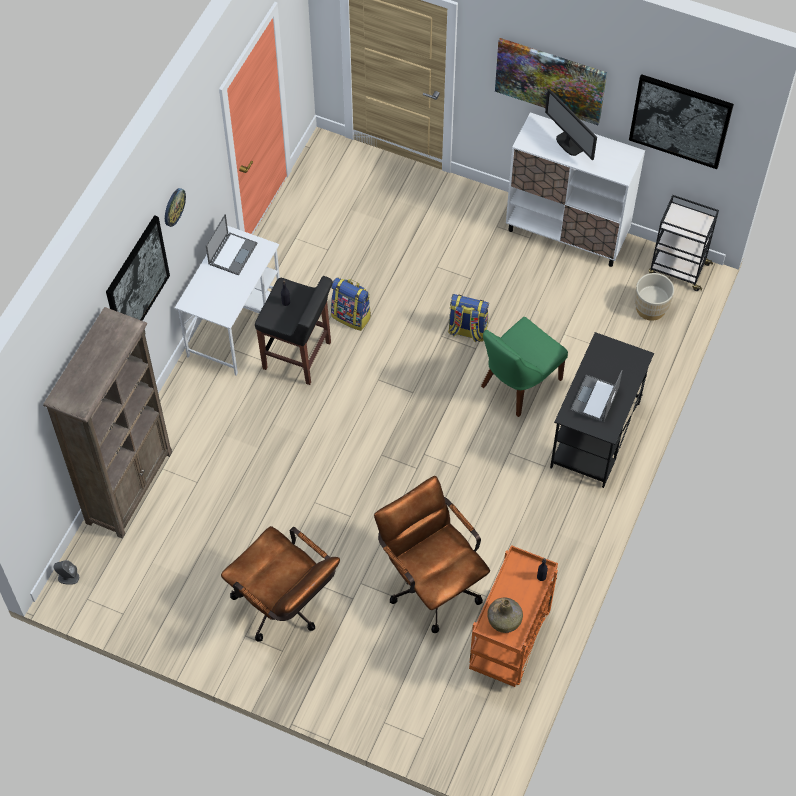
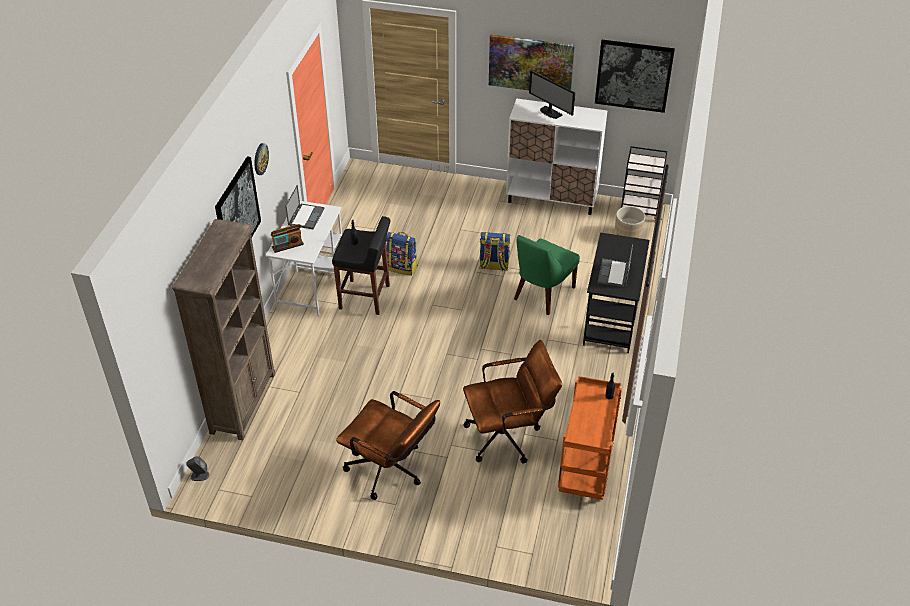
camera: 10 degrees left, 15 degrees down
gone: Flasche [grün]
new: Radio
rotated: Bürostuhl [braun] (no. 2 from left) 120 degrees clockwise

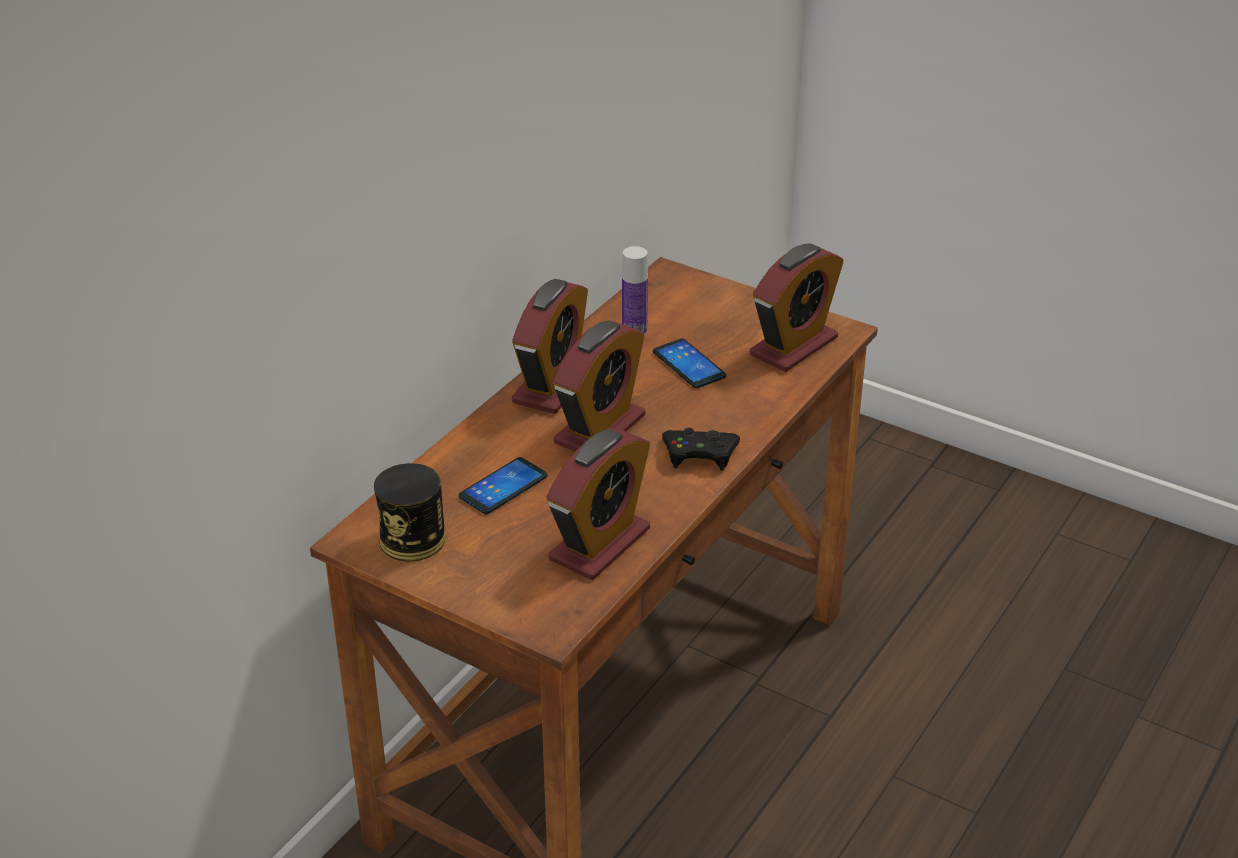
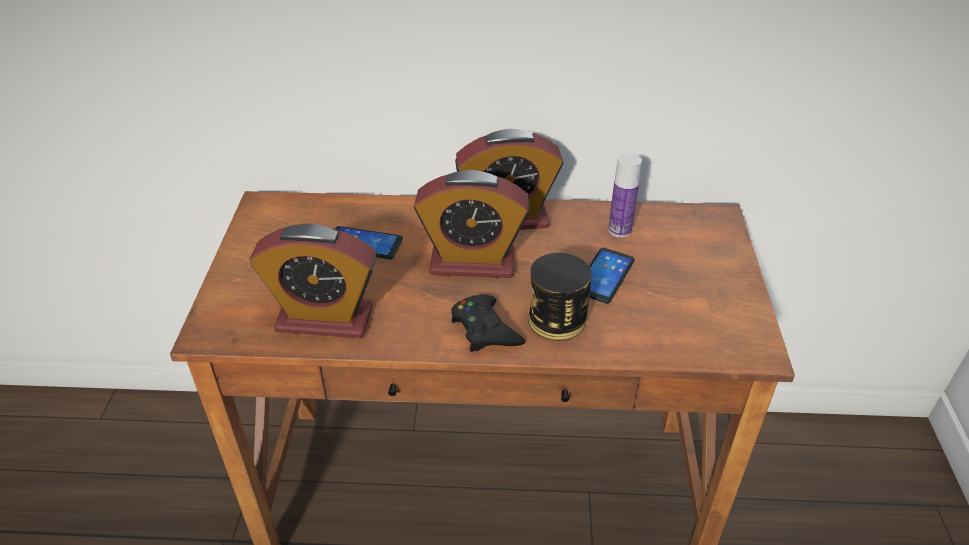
camera: 60 degrees right, 5 degrees up
gone: Wecker (no. 4 from left)
shifted: Dose

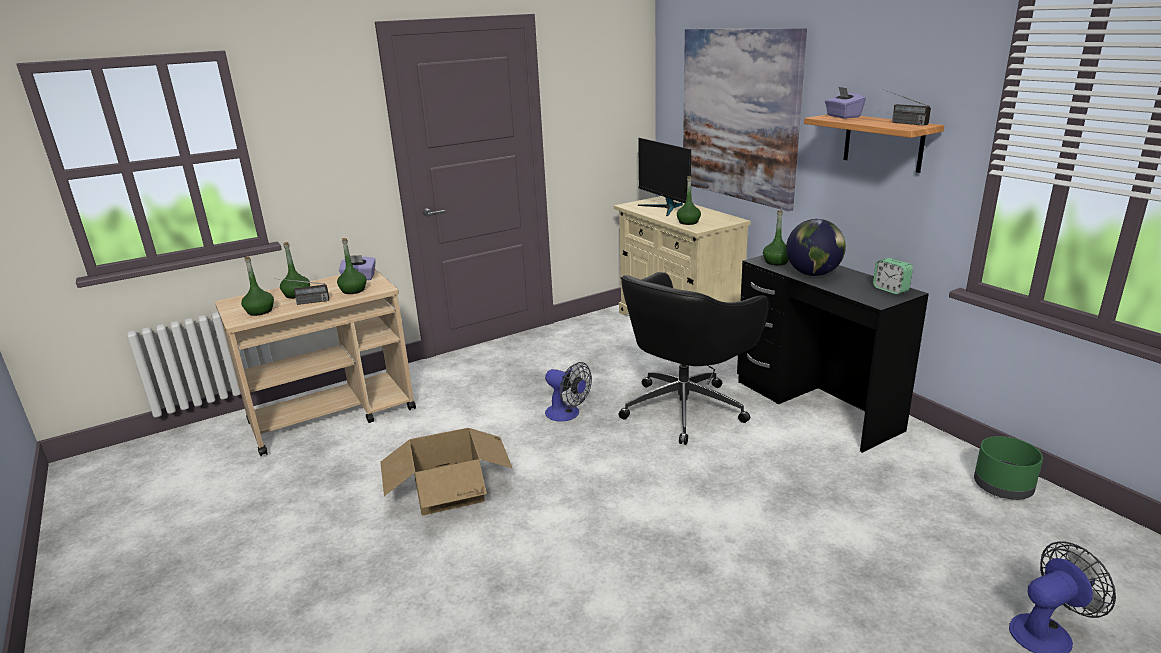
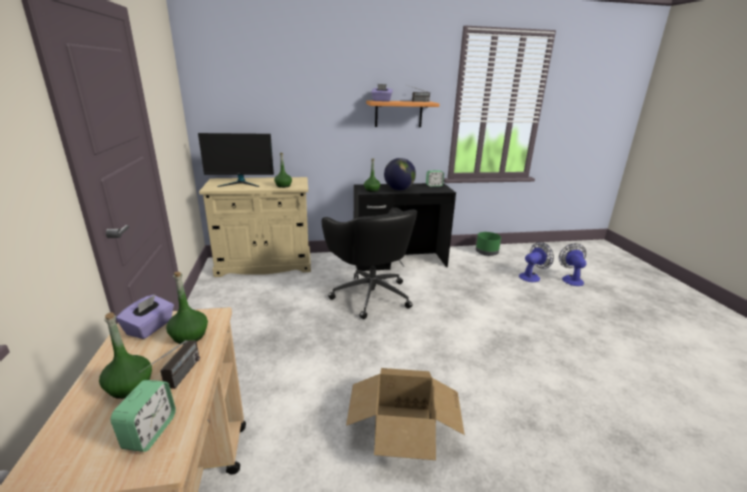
camera: 70 degrees left, 0 degrees up
gone: Bild
shifted: Ventilator (no. 1 from left)
swapped: Flasche [grün] (no. 1 from left) to Wecker (no. 1 from left)

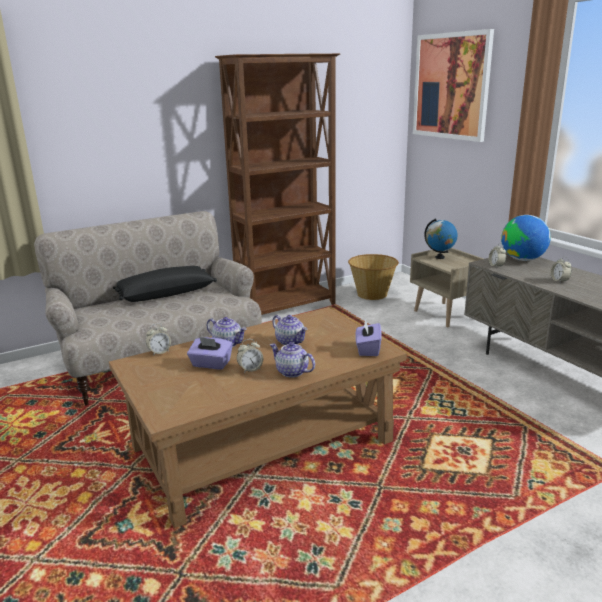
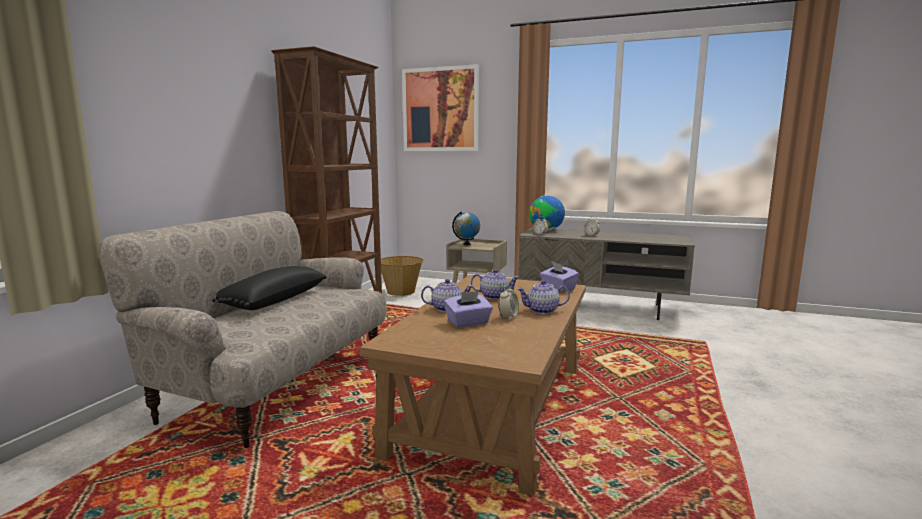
camera: 40 degrees left, 10 degrees down
gone: Wecker (no. 1 from left)

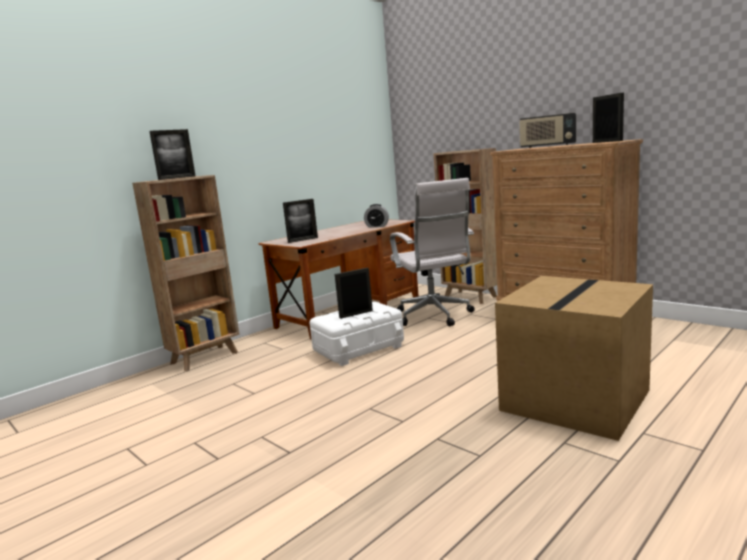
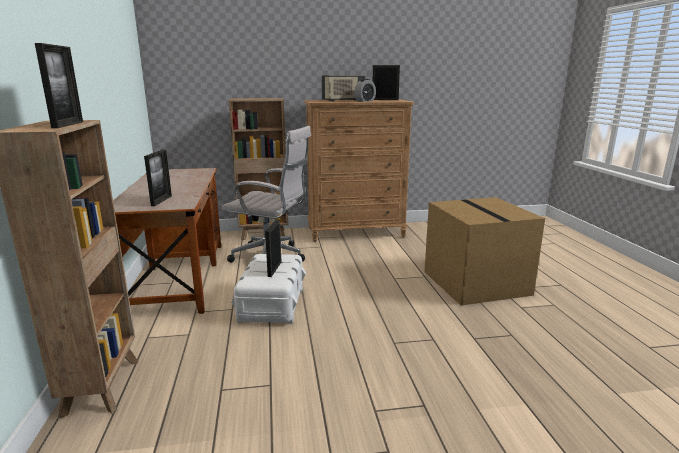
camera: 55 degrees left, 5 degrees up
shifted: Wecker

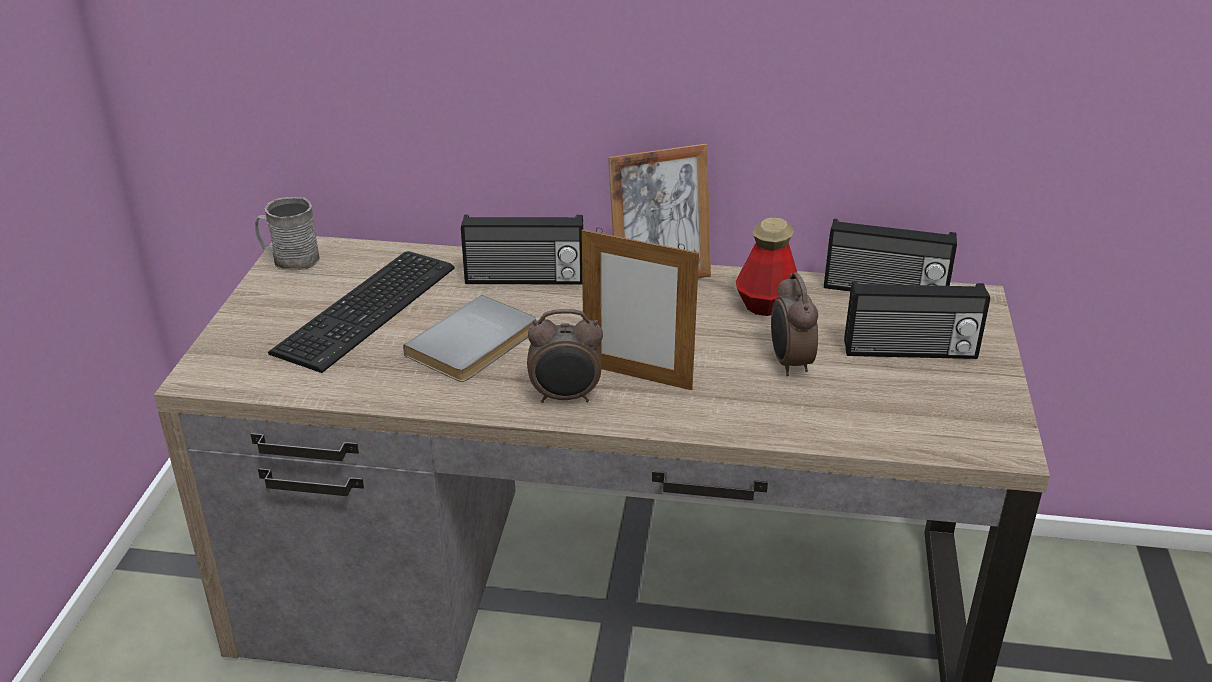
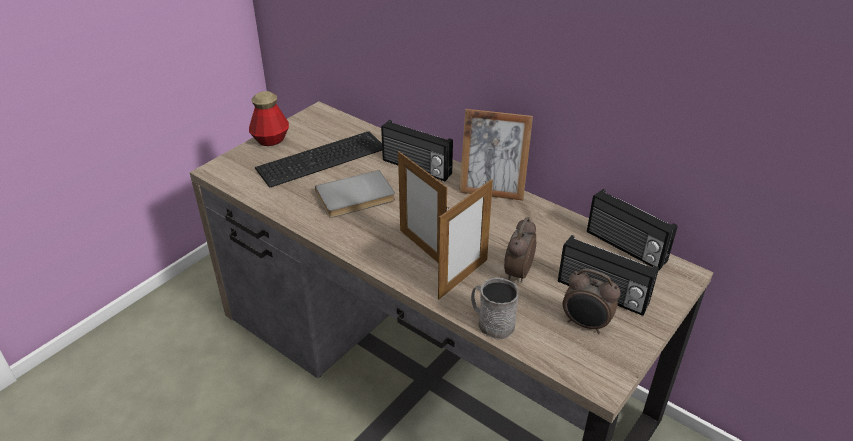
camera: 30 degrees right, 5 degrees up
new: Bilderrahmen (no. 2 from left)
shifted: Flasche; Henkelbecher [grau]; Wecker (no. 1 from left in the first image) to Wecker (no. 2 from left)

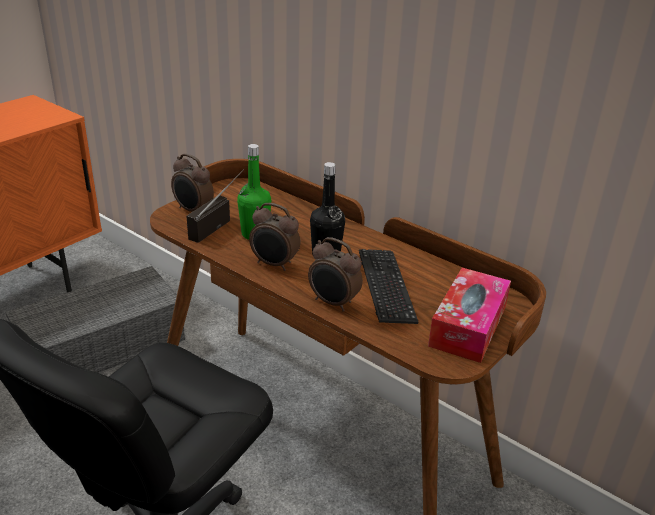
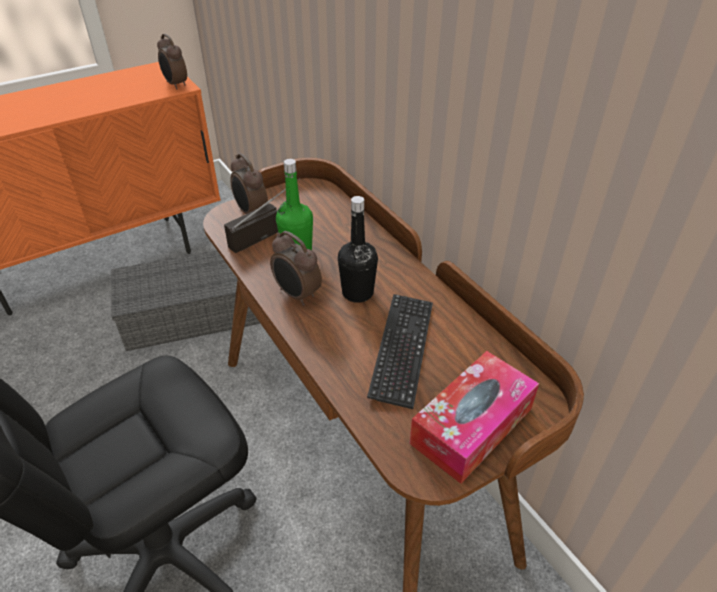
camera: 20 degrees right, 10 degrees up
shifted: Wecker (no. 3 from left in the first image) to Wecker (no. 1 from left)

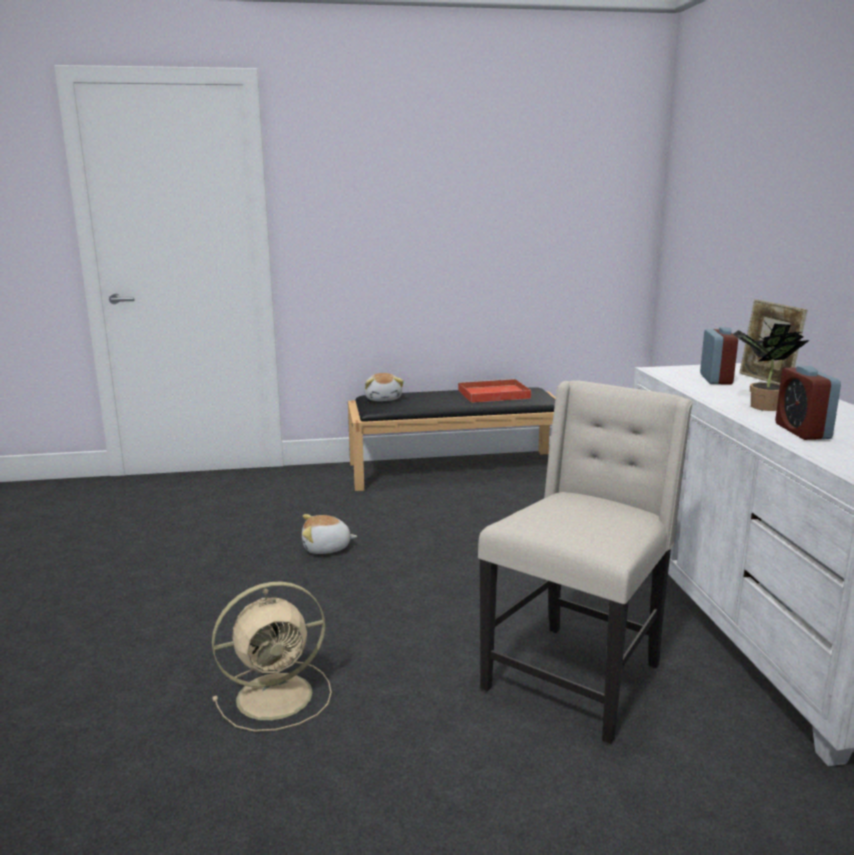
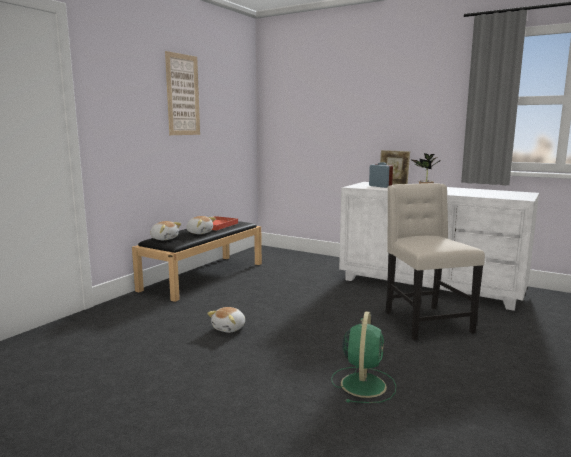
camera: 50 degrees left, 5 degrees down
gone: Wecker (no. 2 from left)
new: Bild; Plüschtier (no. 2 from left)
repainted: Ventilator [beige] to Ventilator [grün]

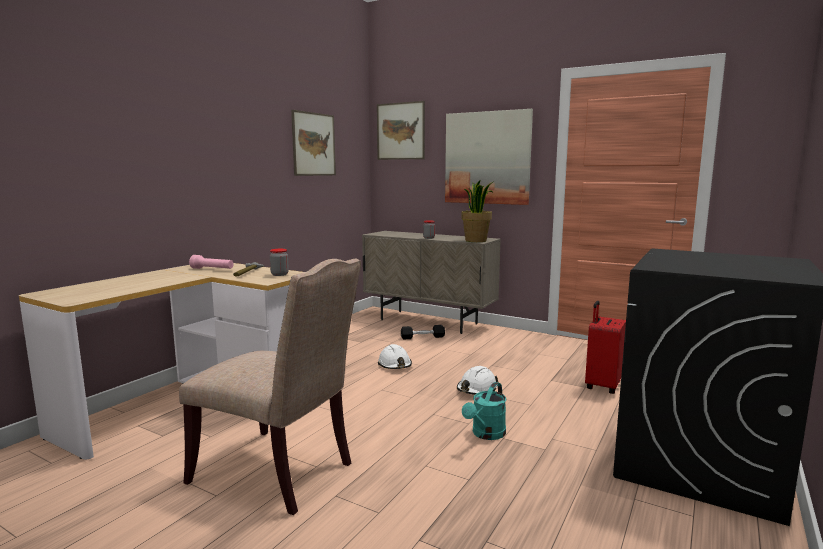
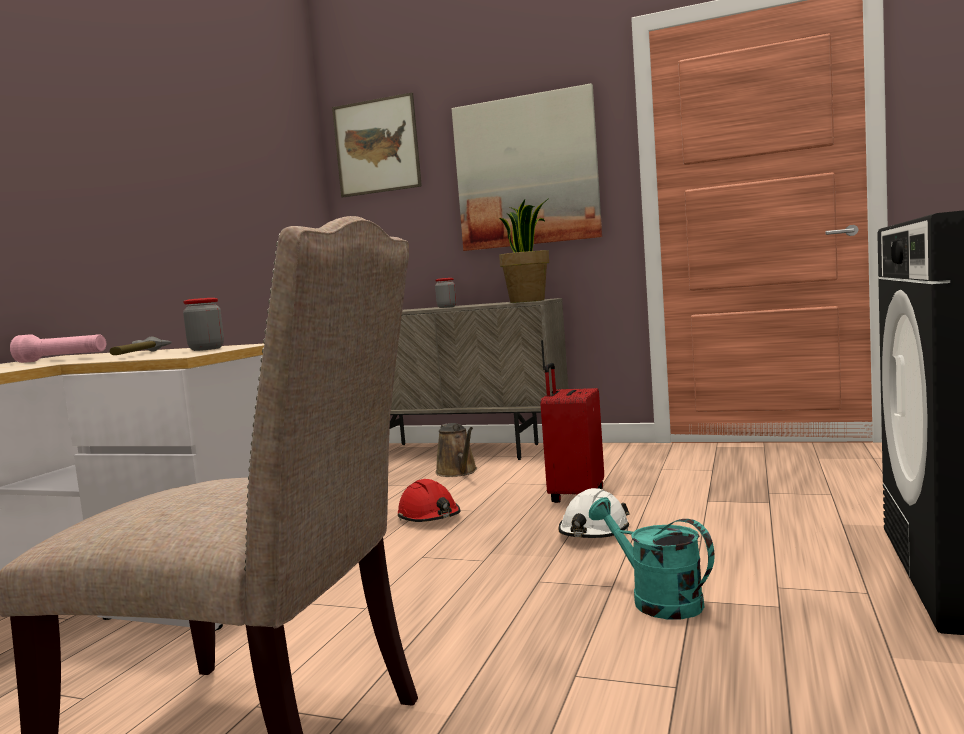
camera: 10 degrees left, 5 degrees down
gone: Bild (no. 1 from left)
shifted: Koffer [rot]
swapped: Hantel [schwarz] to Gießkanne [braun]
repainted: Schutzhelm [weiß] (no. 1 from left) to Schutzhelm [rot]
rotated: Gießkanne [türkis] 120 degrees clockwise

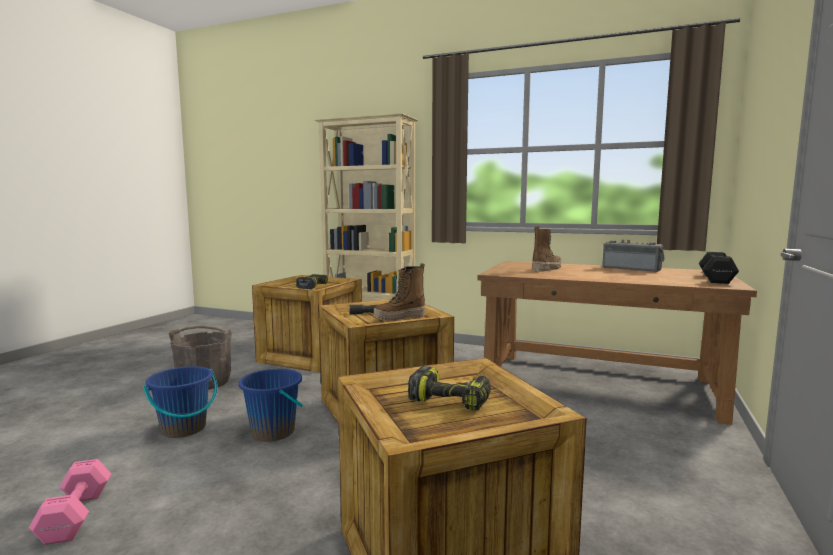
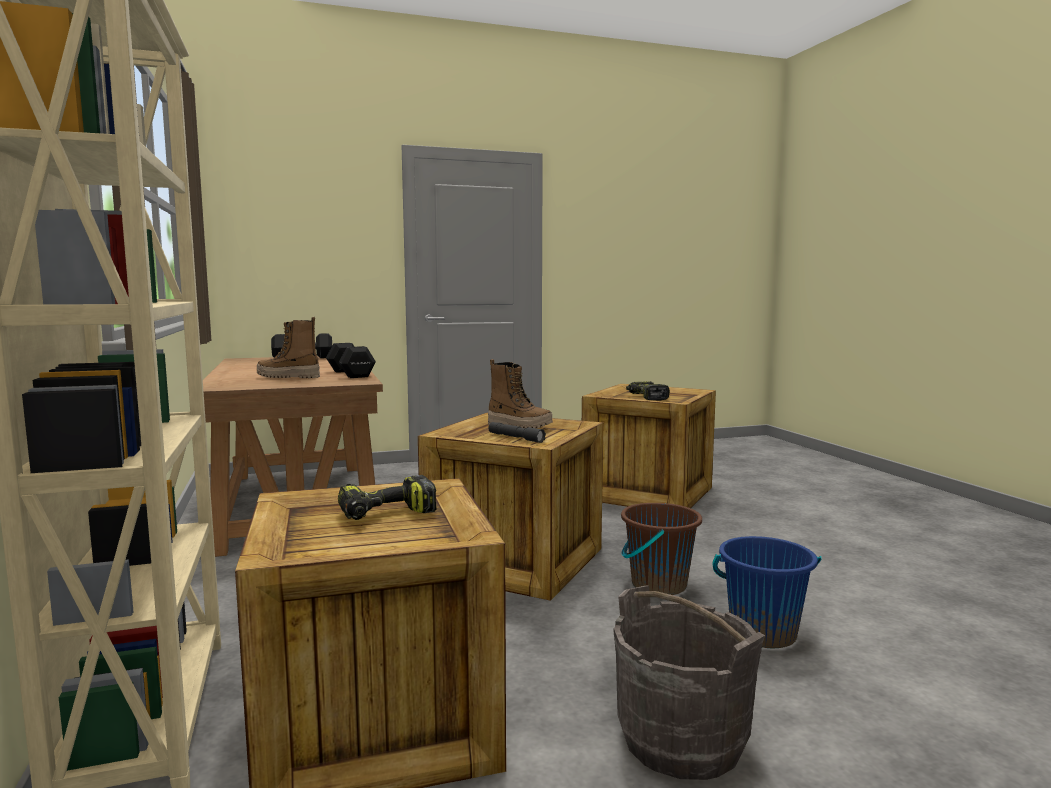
camera: 130 degrees left, 0 degrees up
gone: Hantel [rosa]; Radio
new: Hantel [schwarz] (no. 2 from left)
repainted: Eimer [blau] (no. 2 from left) to Eimer [braun]

